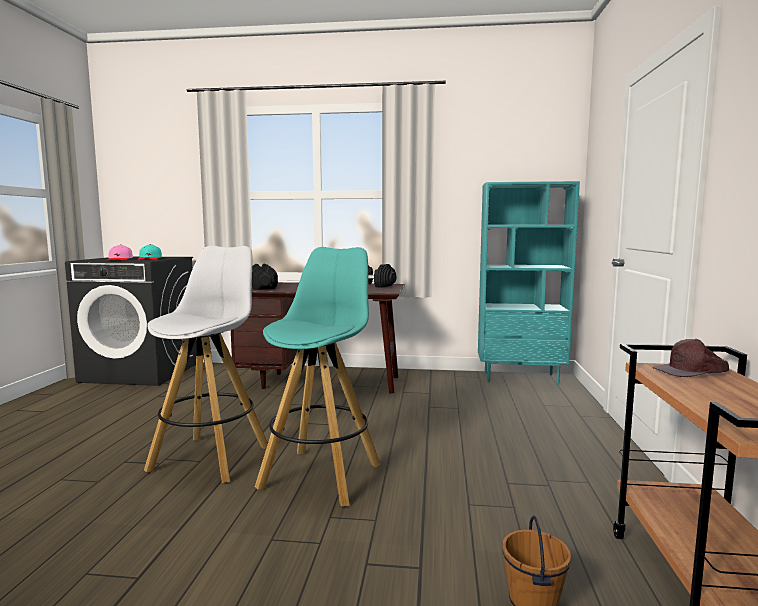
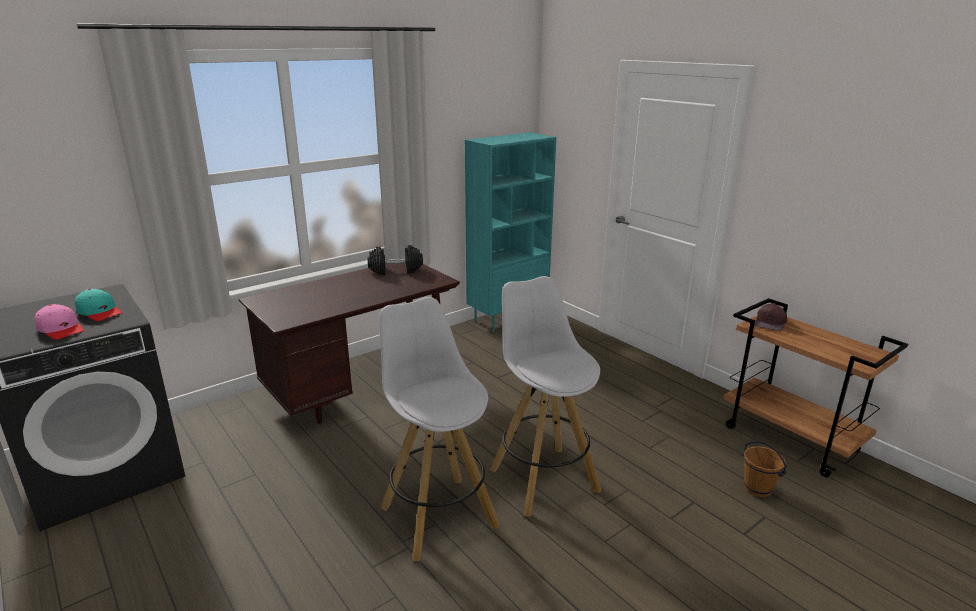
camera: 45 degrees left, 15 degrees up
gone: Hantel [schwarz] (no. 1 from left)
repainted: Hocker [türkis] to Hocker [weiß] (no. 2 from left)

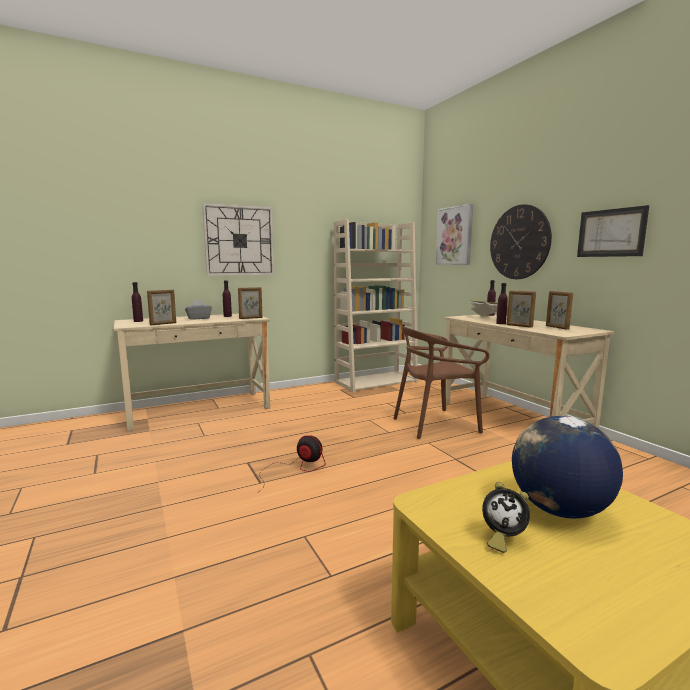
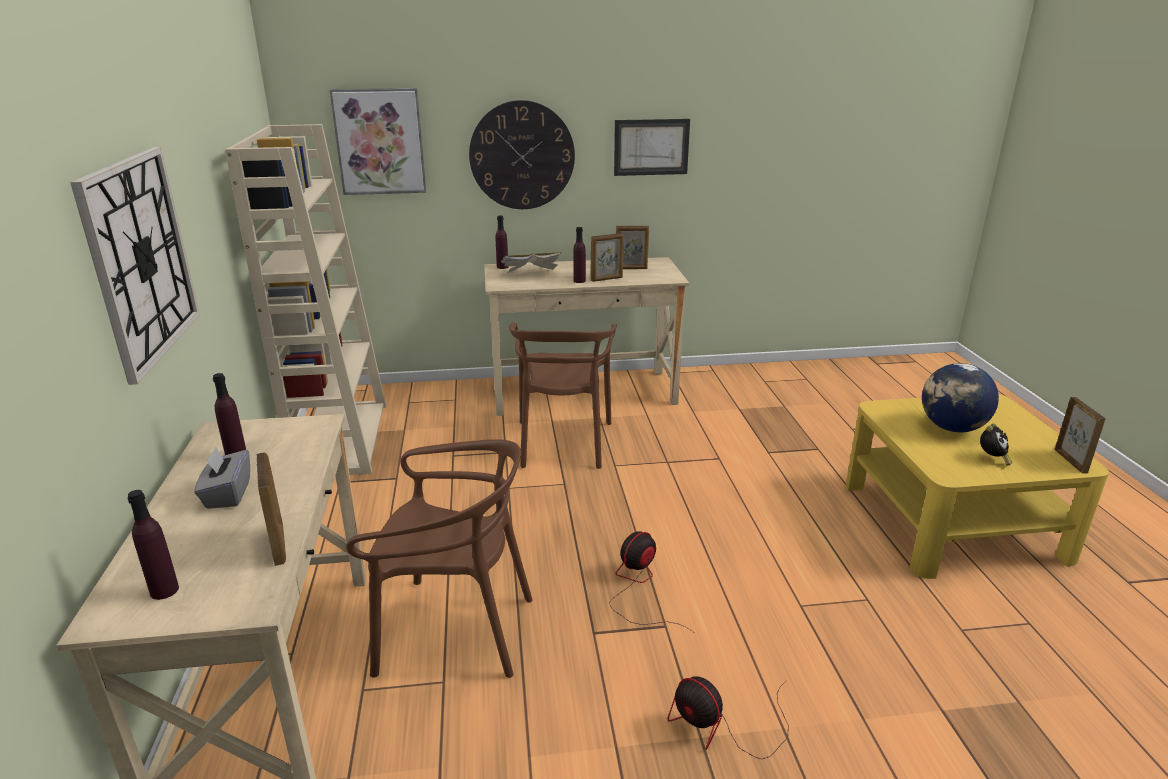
camera: 70 degrees left, 15 degrees up
new: Stuhl [braun] (no. 1 from left); Ventilator (no. 2 from left)
shifted: Bilderrahmen (no. 2 from left in the first image) to Bilderrahmen (no. 4 from left)

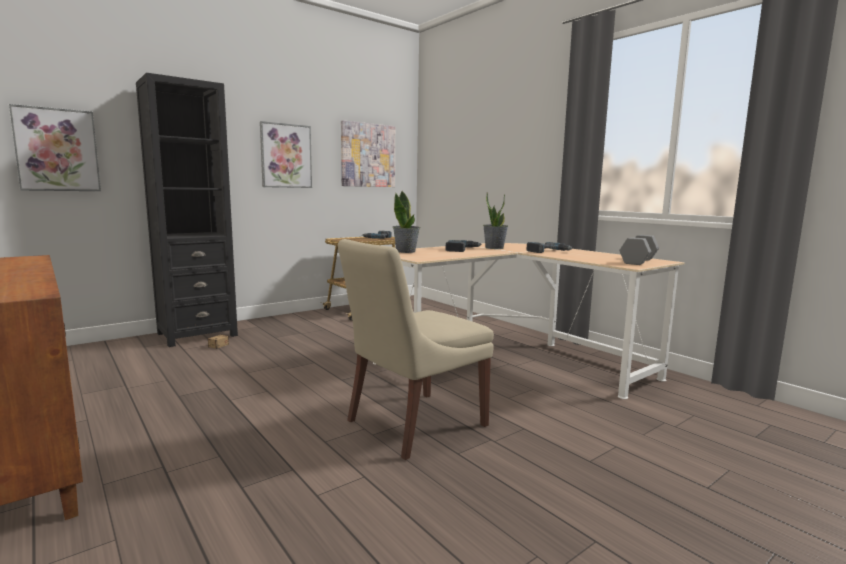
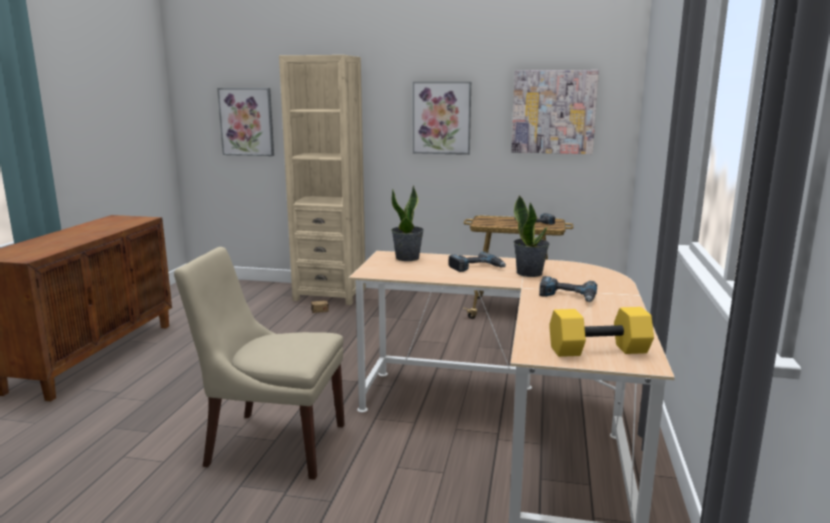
camera: 50 degrees right, 5 degrees up
repainted: Bücherregal [schwarz] to Bücherregal [beige]; Hantel [grau] to Hantel [gelb]

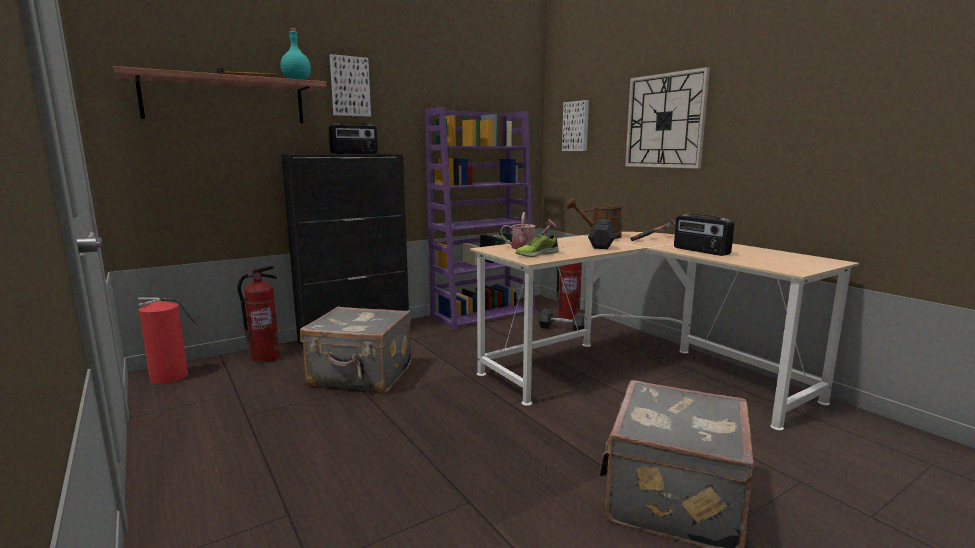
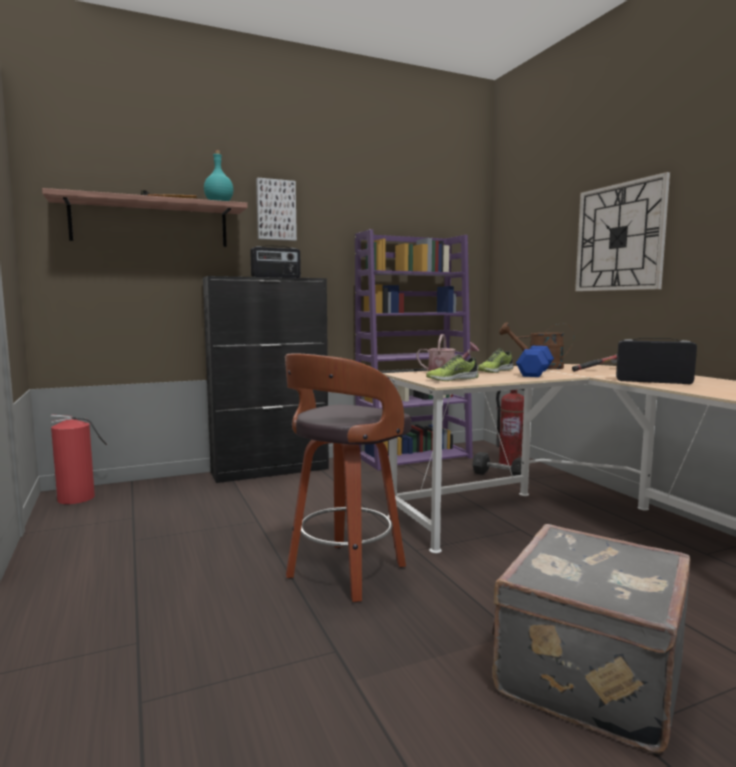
camera: 10 degrees right, 5 degrees down
gone: Feuerlöscher (no. 2 from left); Koffer [grau] (no. 1 from left); Bild (no. 2 from left)
new: Hocker; Schuh (no. 2 from left)
repainted: Hantel [grau] (no. 2 from left) to Hantel [blau]
rotated: Radio (no. 2 from left) 135 degrees clockwise

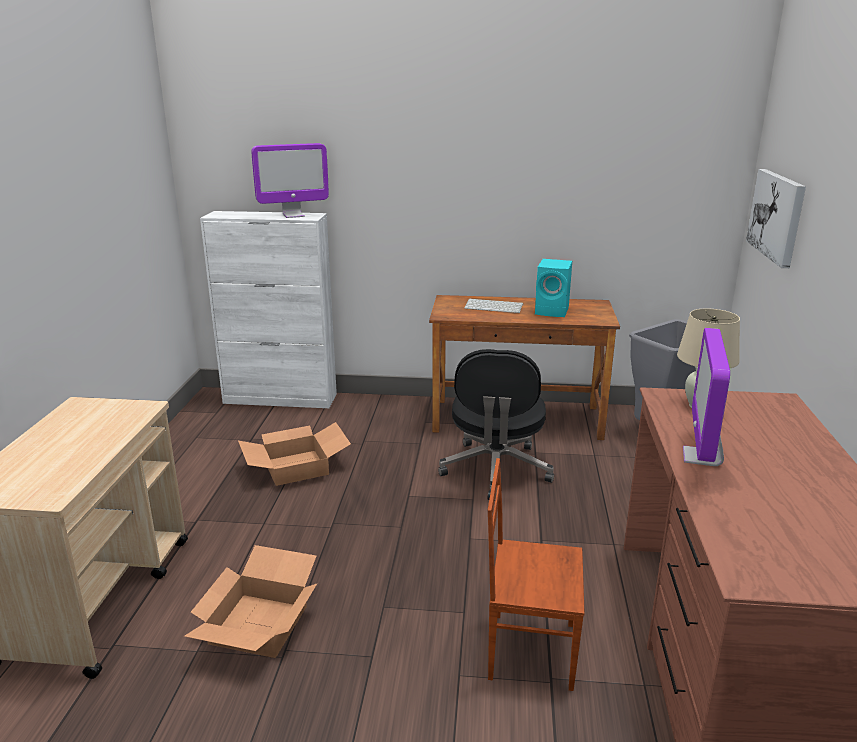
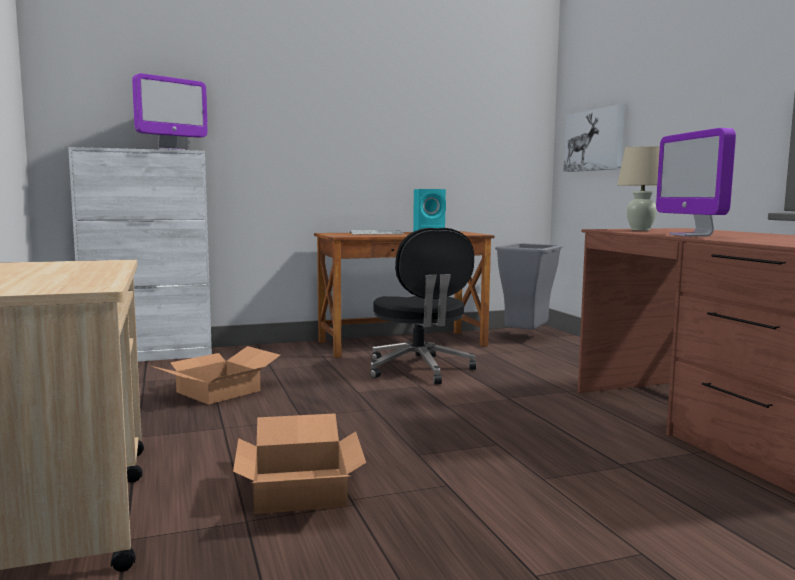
camera: 25 degrees left, 15 degrees down
gone: Stuhl [braun]

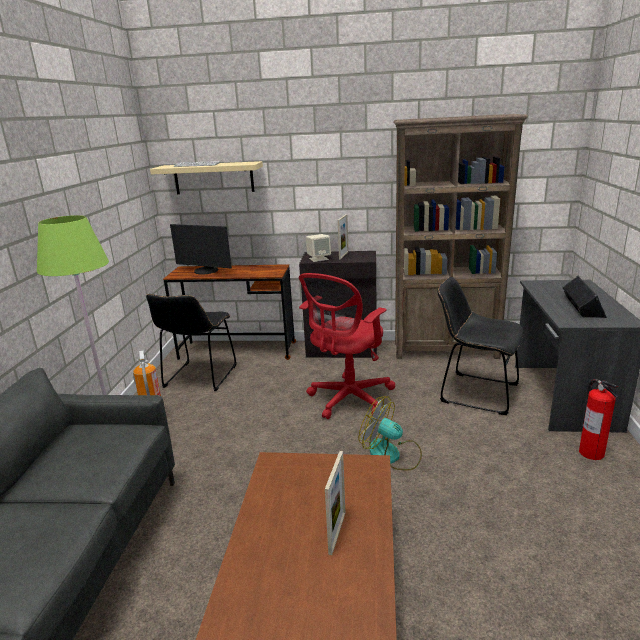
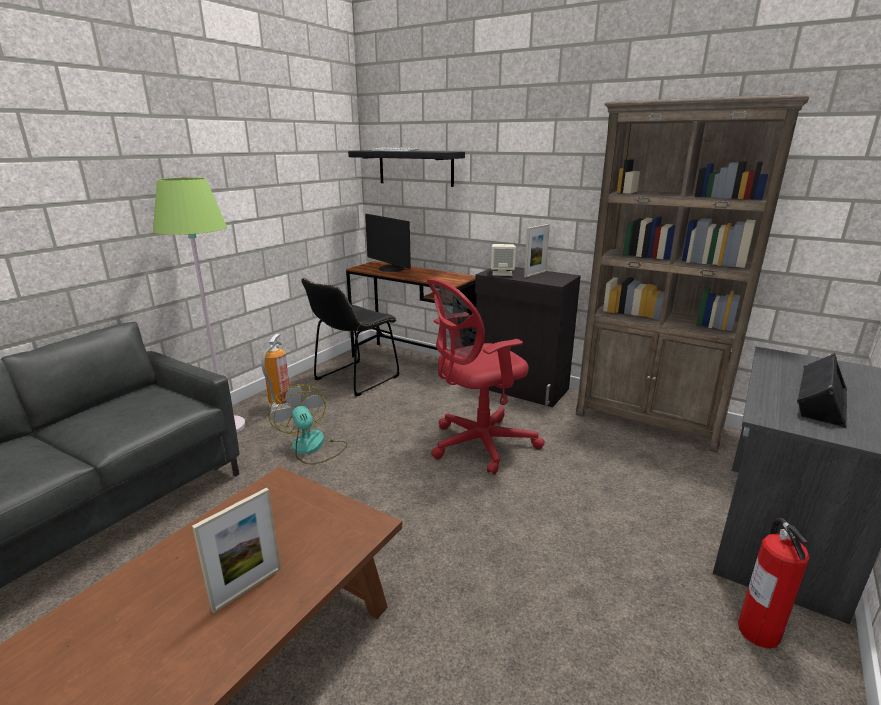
camera: 25 degrees right, 0 degrees up
gone: Stuhl [schwarz] (no. 2 from left)
shifted: Ventilator
repainted: Wandregal [beige] to Wandregal [schwarz]

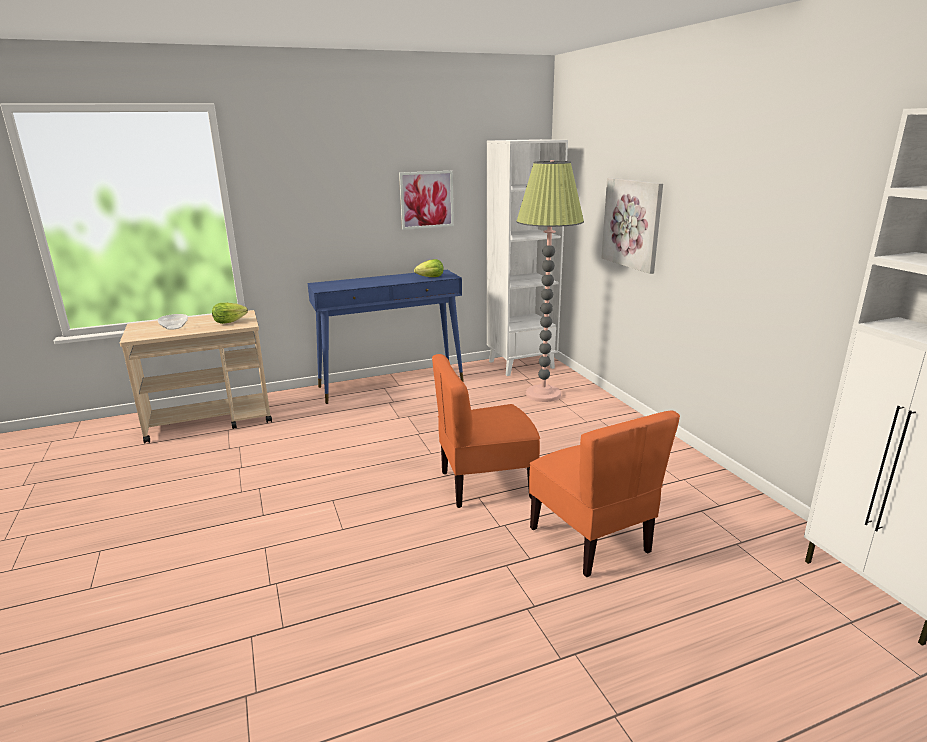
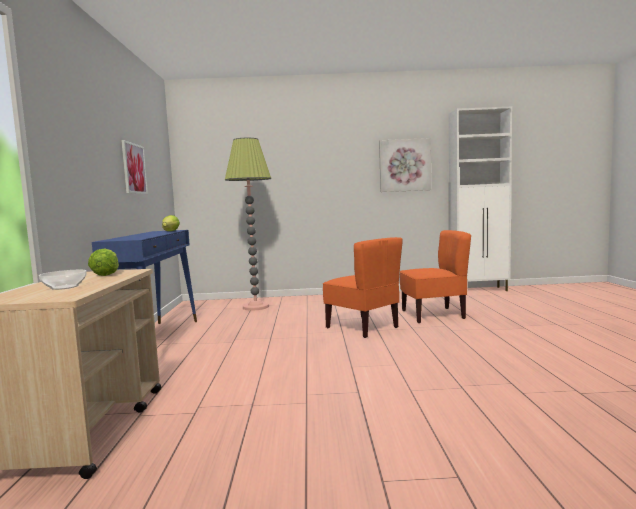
camera: 70 degrees left, 15 degrees down
gone: Bücherregal [weiß]
shifted: Bild (no. 2 from left)
rotated: Stuhl [orange] (no. 1 from left) 45 degrees counterclockwise

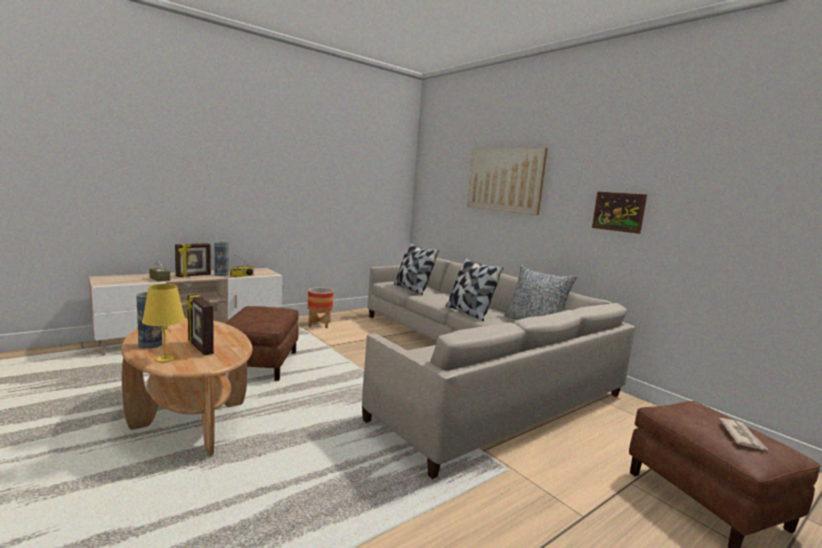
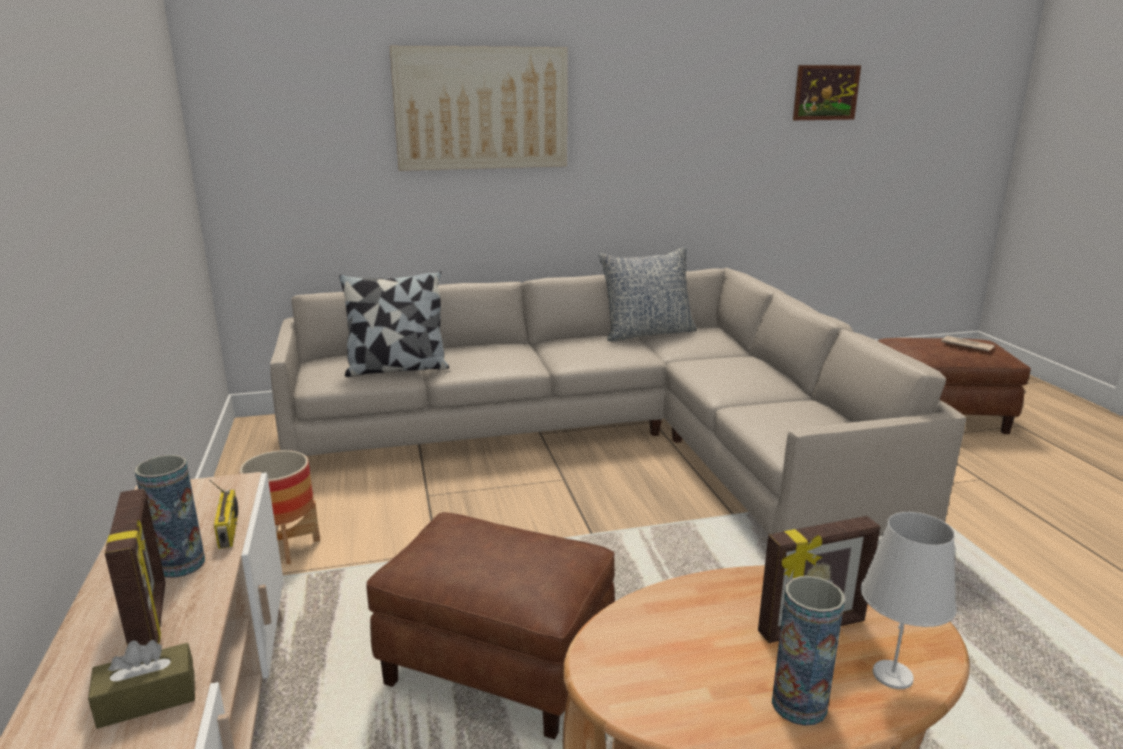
camera: 65 degrees left, 10 degrees up
gone: Kissen (no. 2 from left)
shifted: Bild (no. 2 from left)
repainted: Tischlampe [gelb] to Tischlampe [weiß]

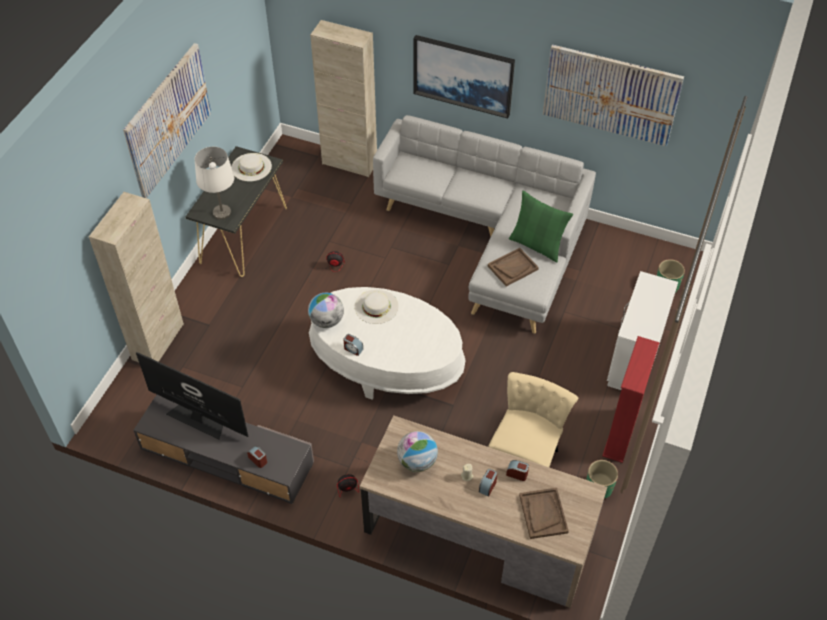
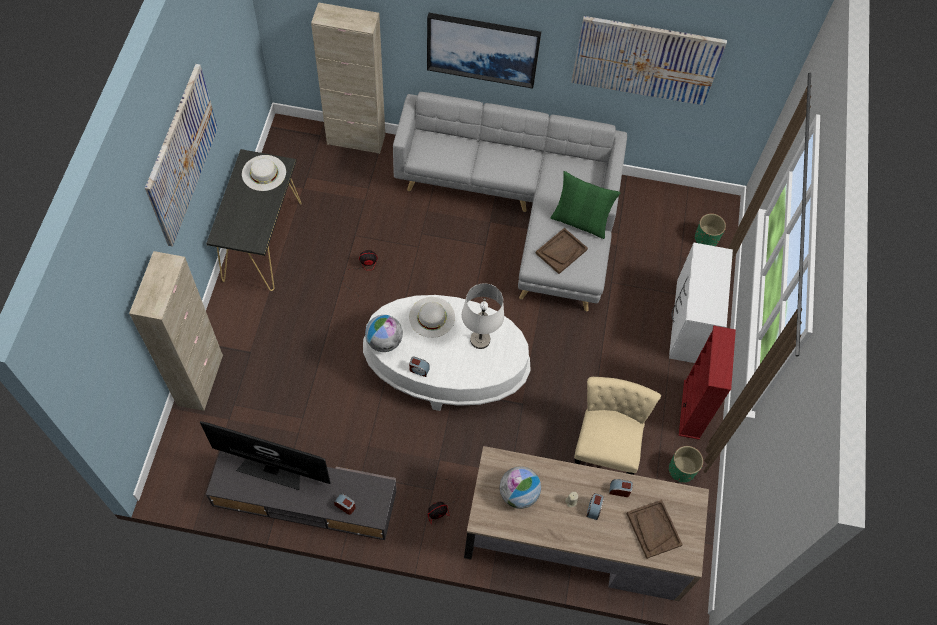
camera: 15 degrees left, 10 degrees up
shifted: Tischlampe [weiß]

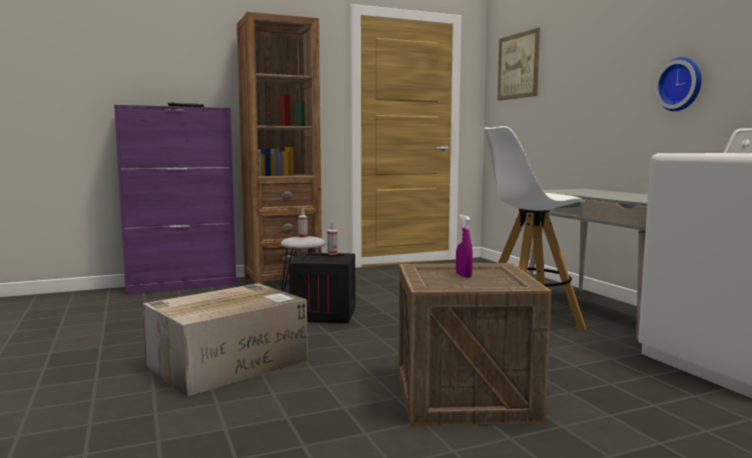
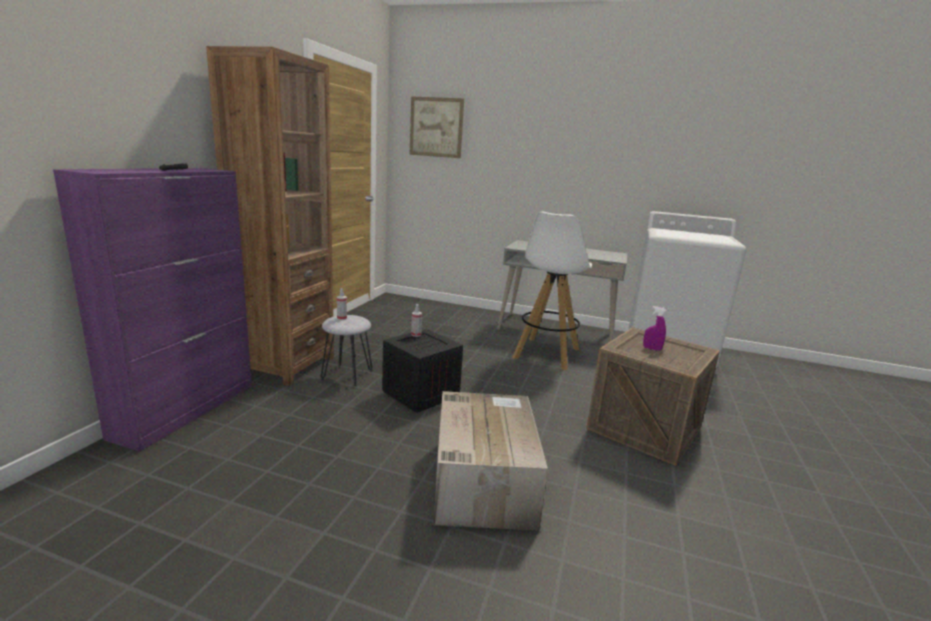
camera: 50 degrees left, 10 degrees up
gone: Wanduhr

